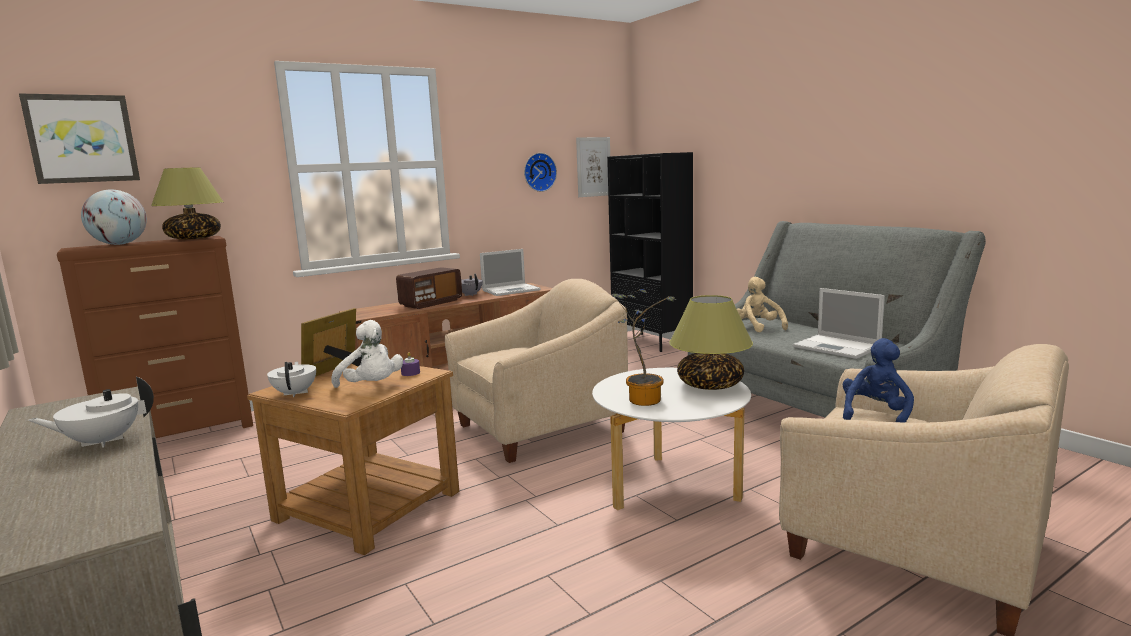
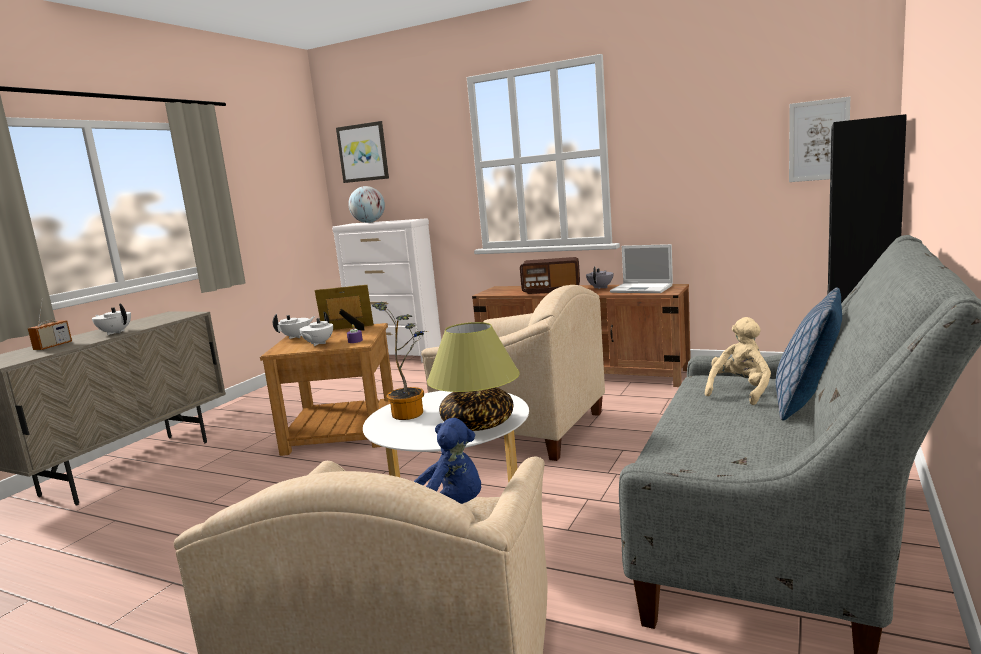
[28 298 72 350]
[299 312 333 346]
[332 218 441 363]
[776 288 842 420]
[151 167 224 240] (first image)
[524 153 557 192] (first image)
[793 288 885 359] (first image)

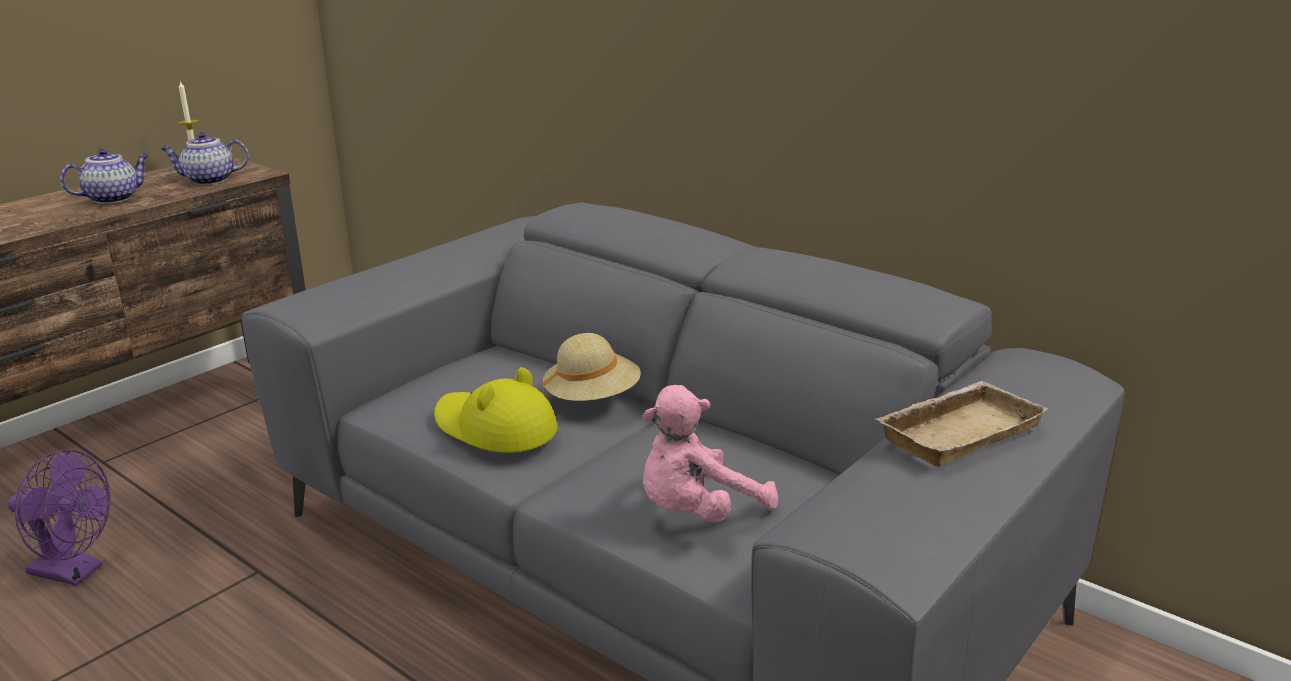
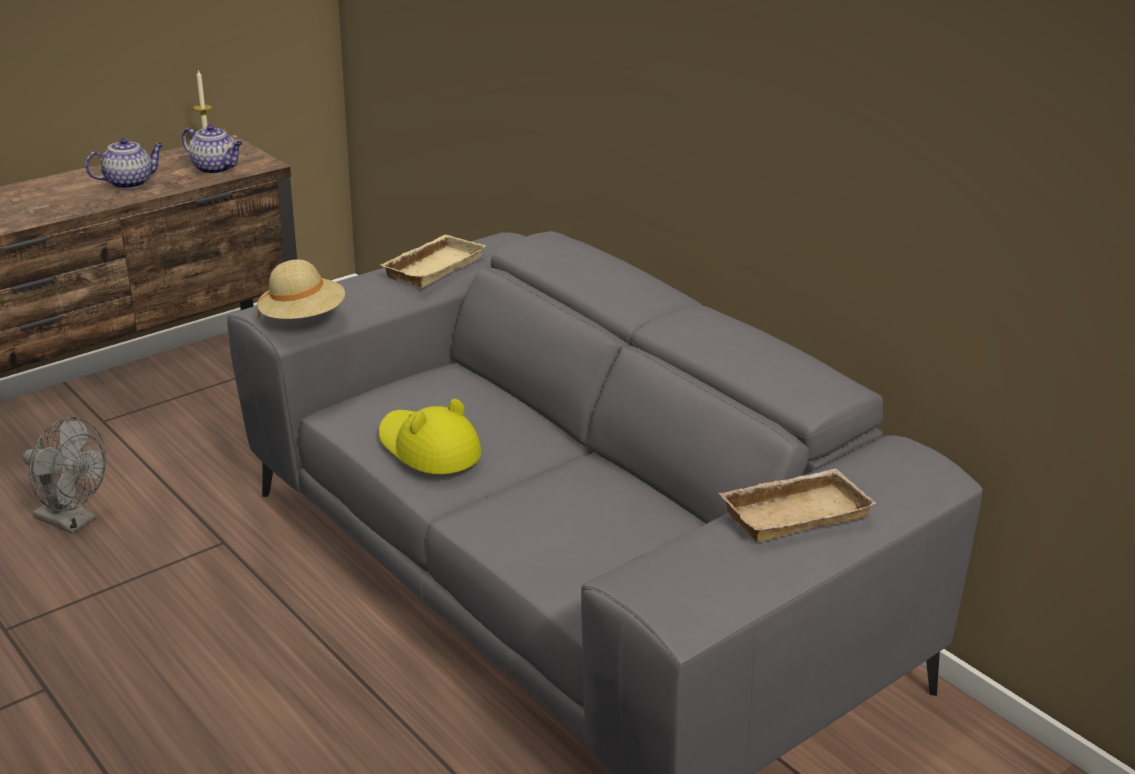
[23 417 107 534]
[182 124 243 174]
[257 259 345 319]
[380 235 486 288]
[642 385 778 522] (first image)

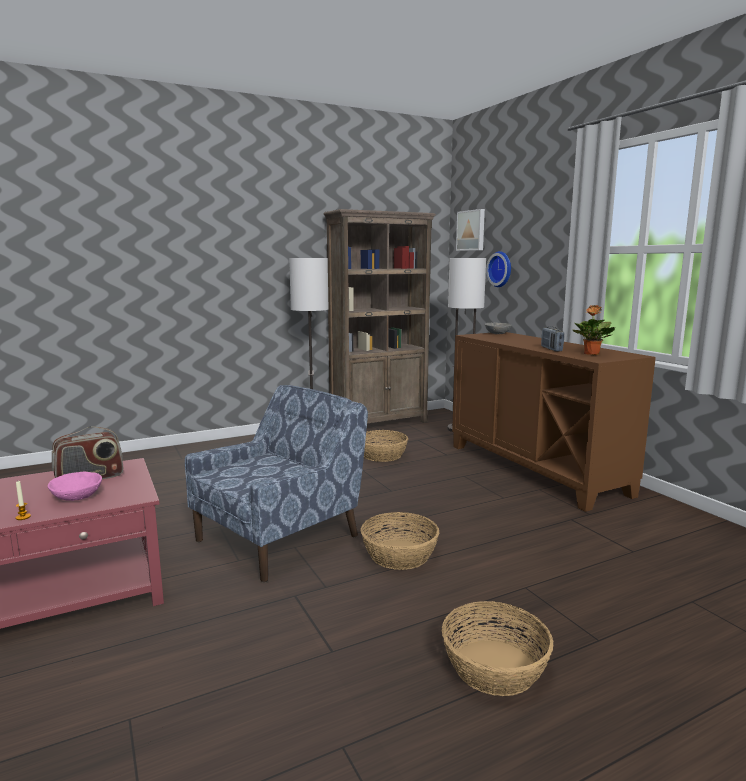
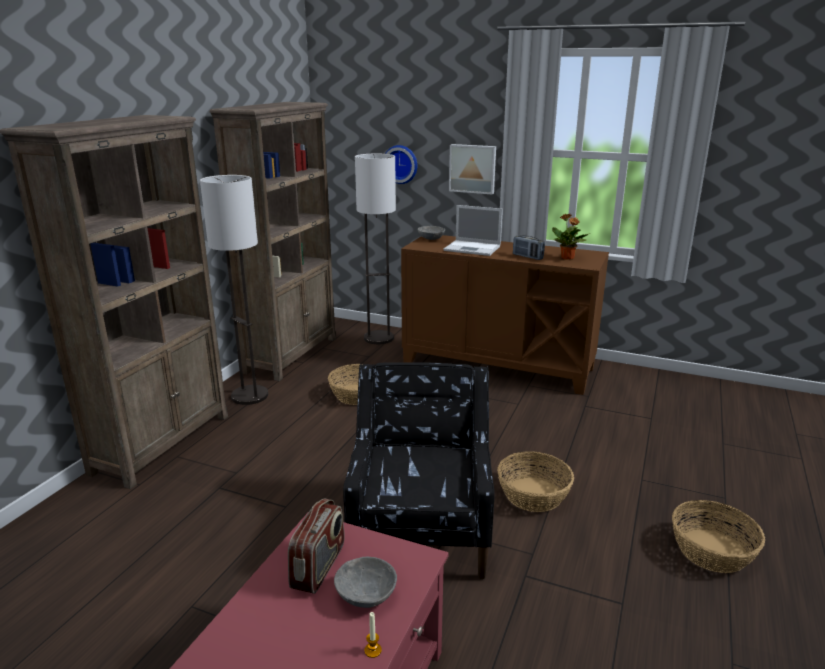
[0 115 228 489]
[334 557 397 608]
[343 362 495 580]
[444 205 503 256]
[449 144 496 194]

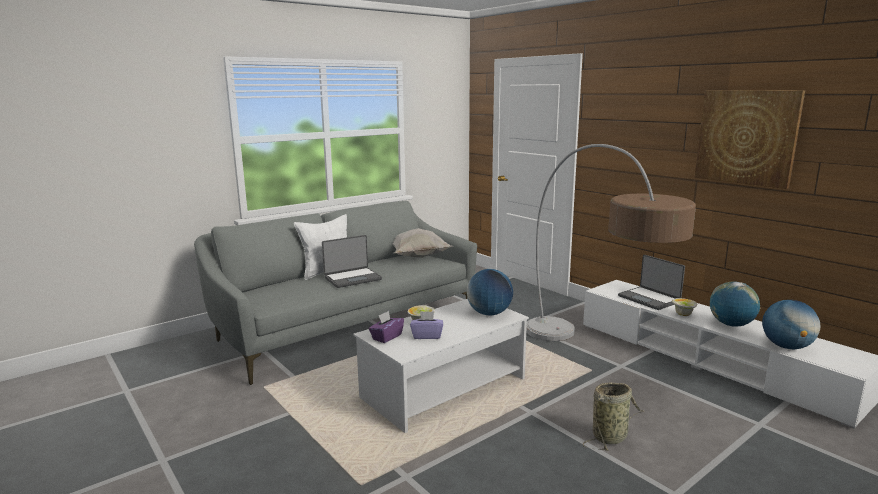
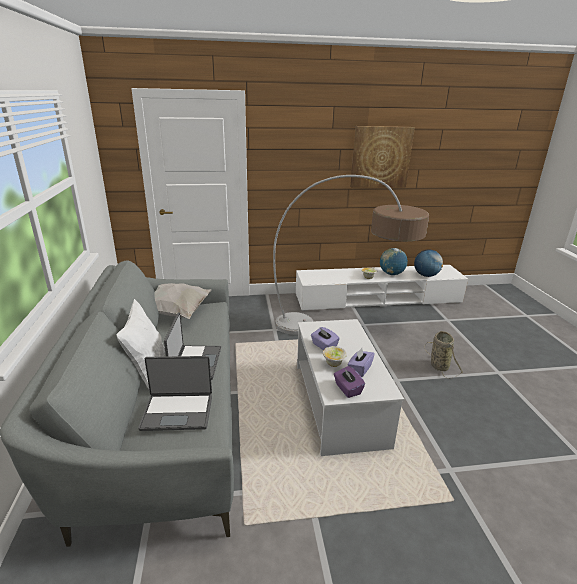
[138 356 212 431]
[311 327 340 351]
[467 269 513 315] (first image)

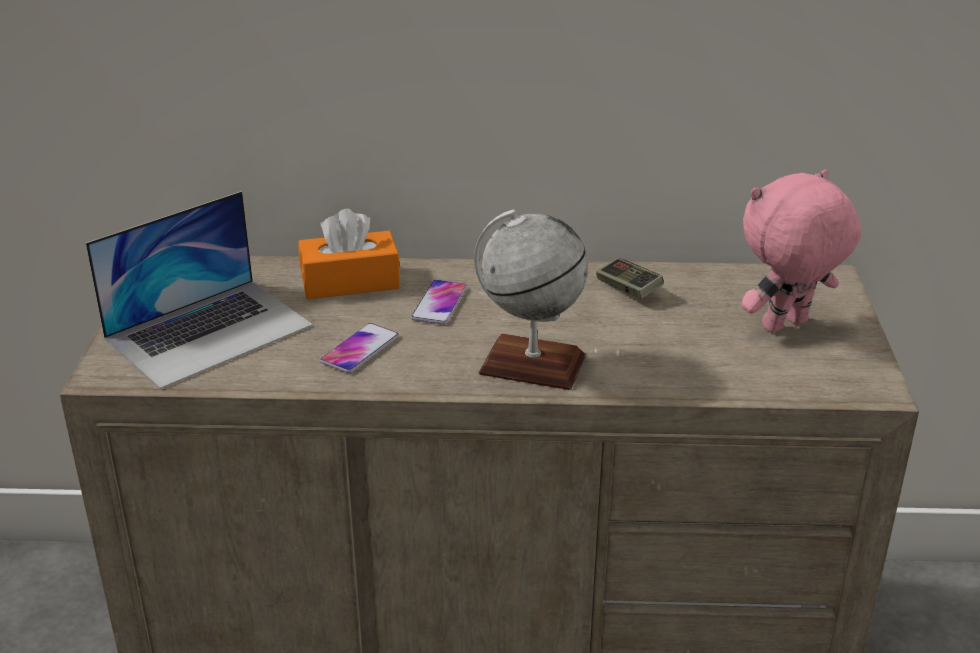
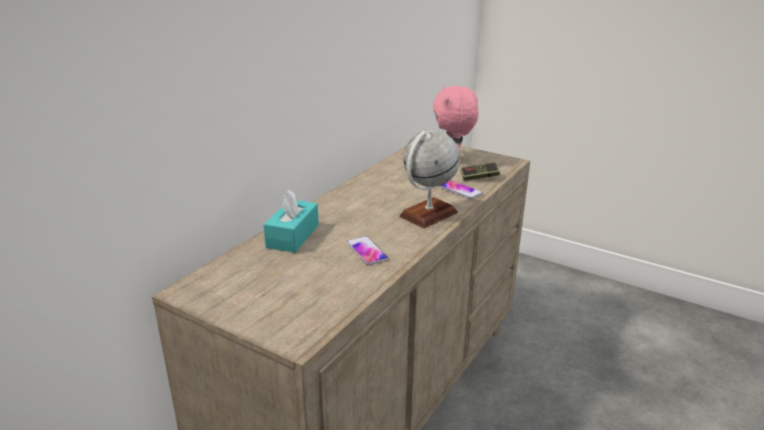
[264 190 319 253]
[439 180 483 199]
[461 162 500 181]
[86 191 313 389] (first image)

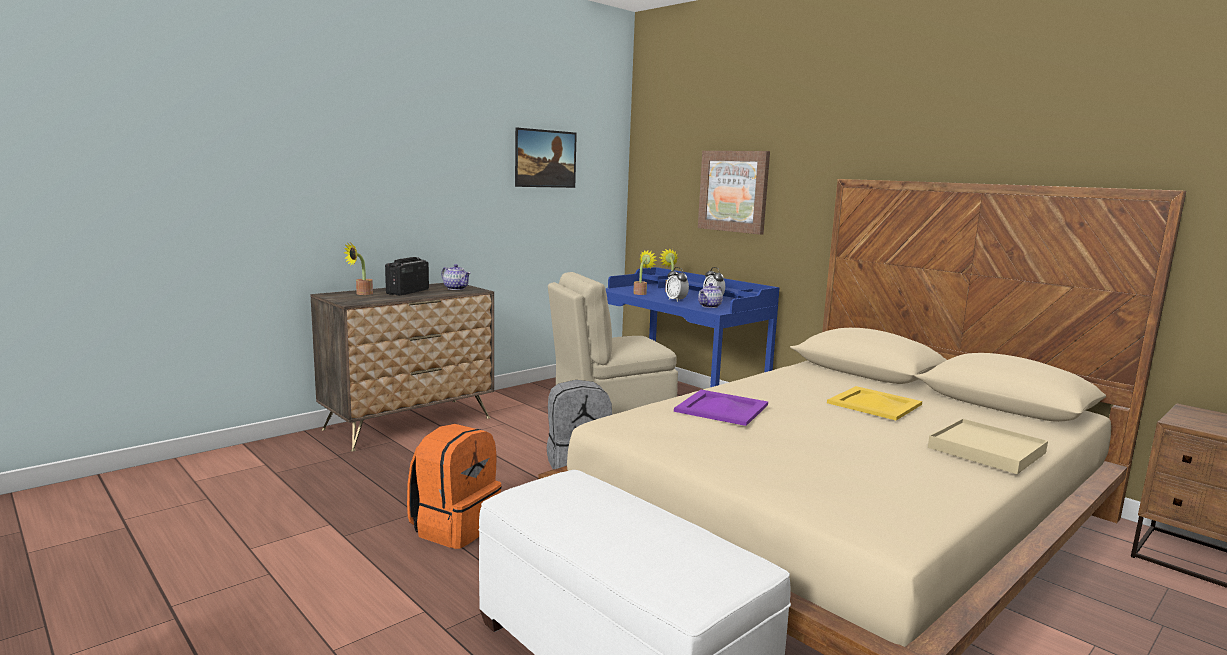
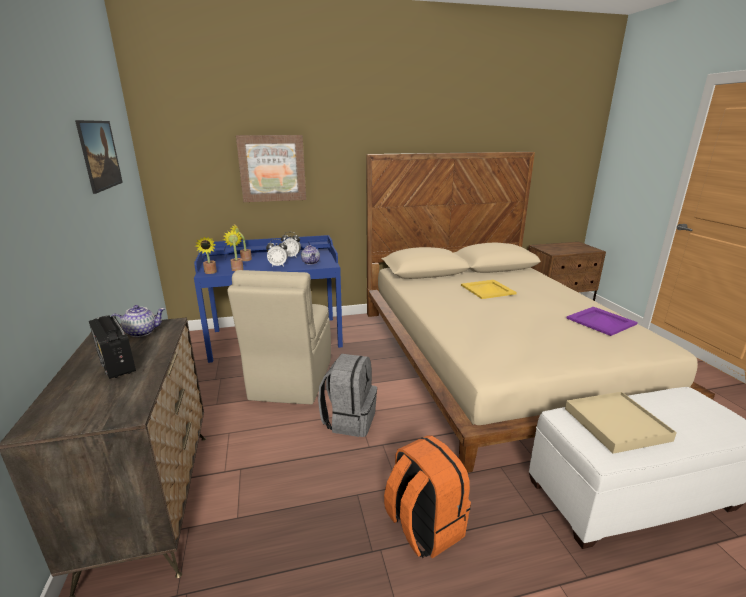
[195 237 217 274]
[565 392 677 454]
[566 307 638 336]

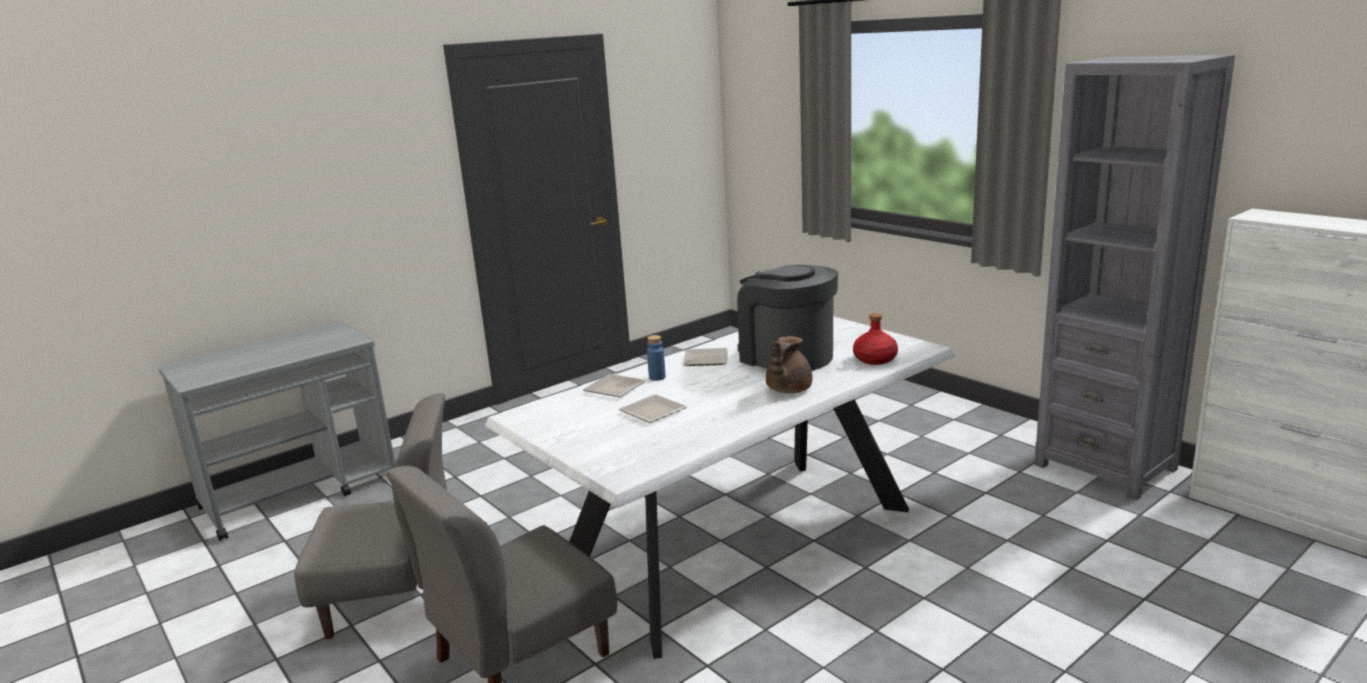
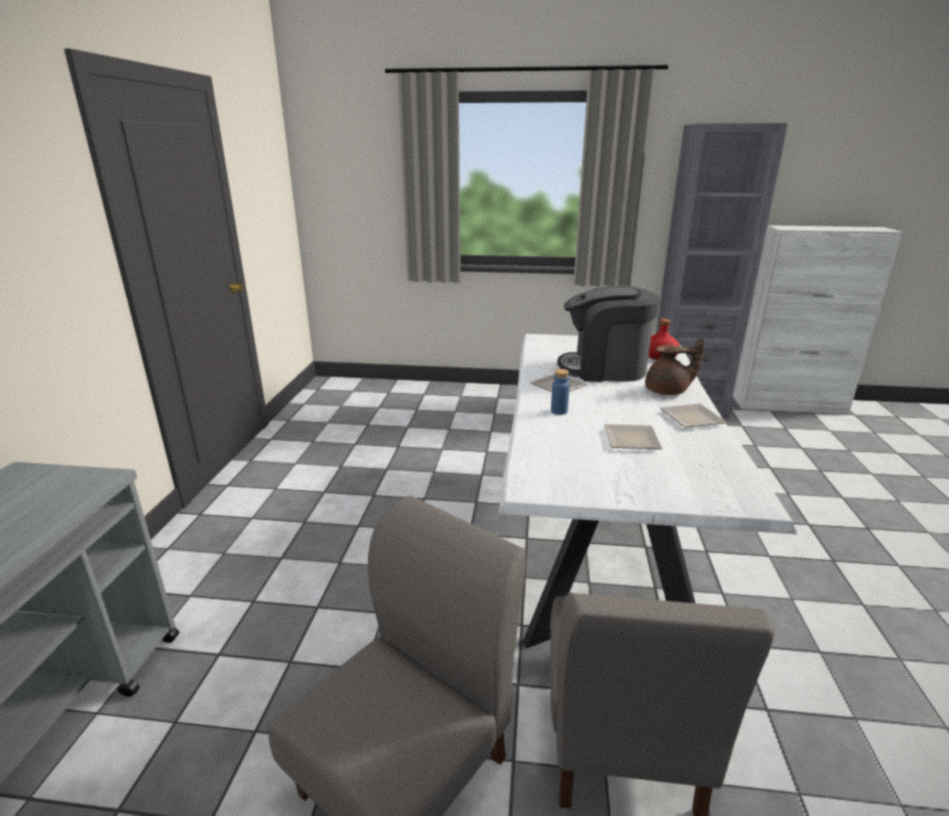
[645 338 705 395]
[661 404 727 428]

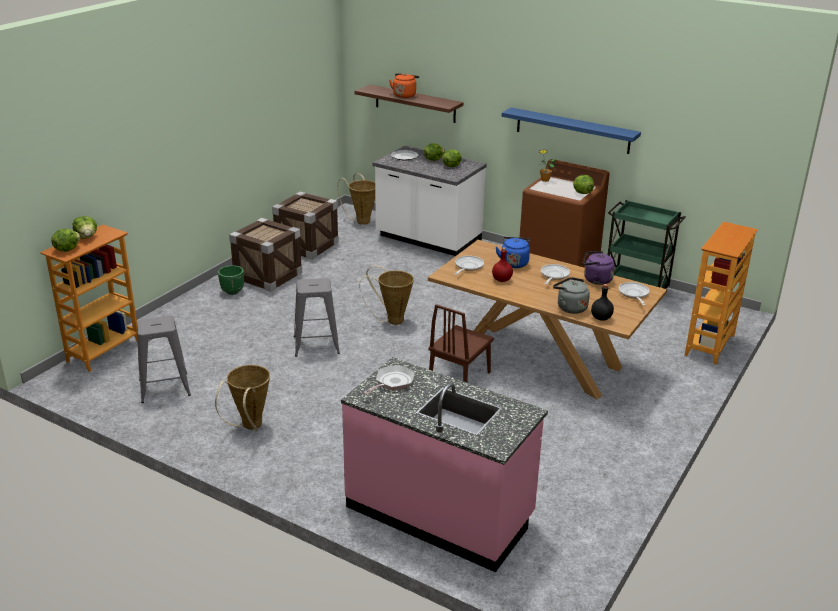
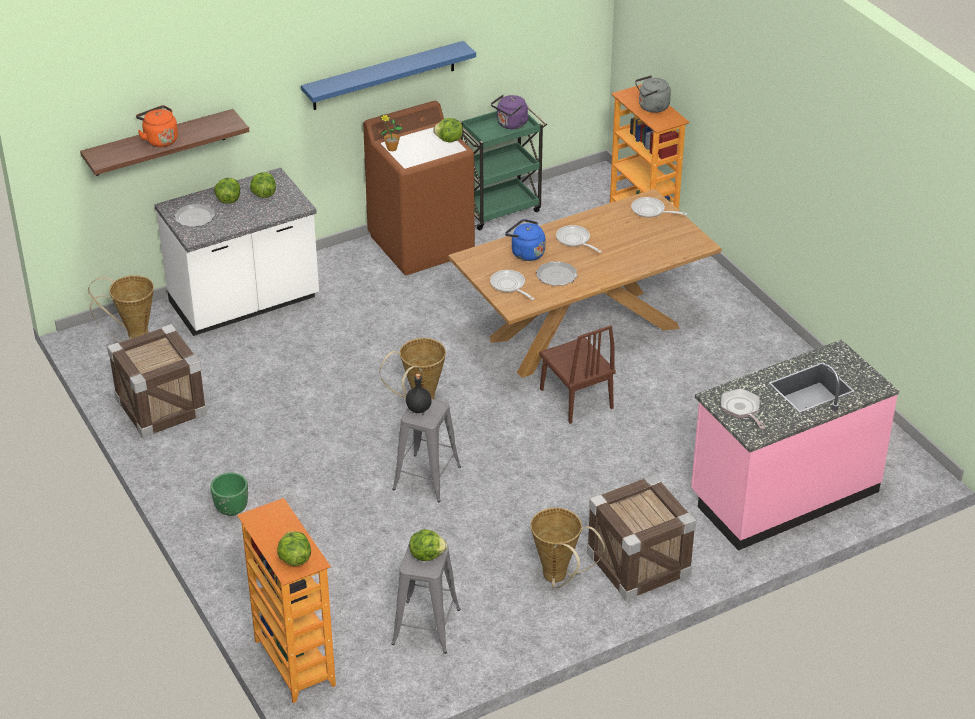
[406 374 432 413]
[409 529 447 561]
[491 95 529 129]
[536 261 577 286]
[587 474 696 601]
[635 75 671 113]

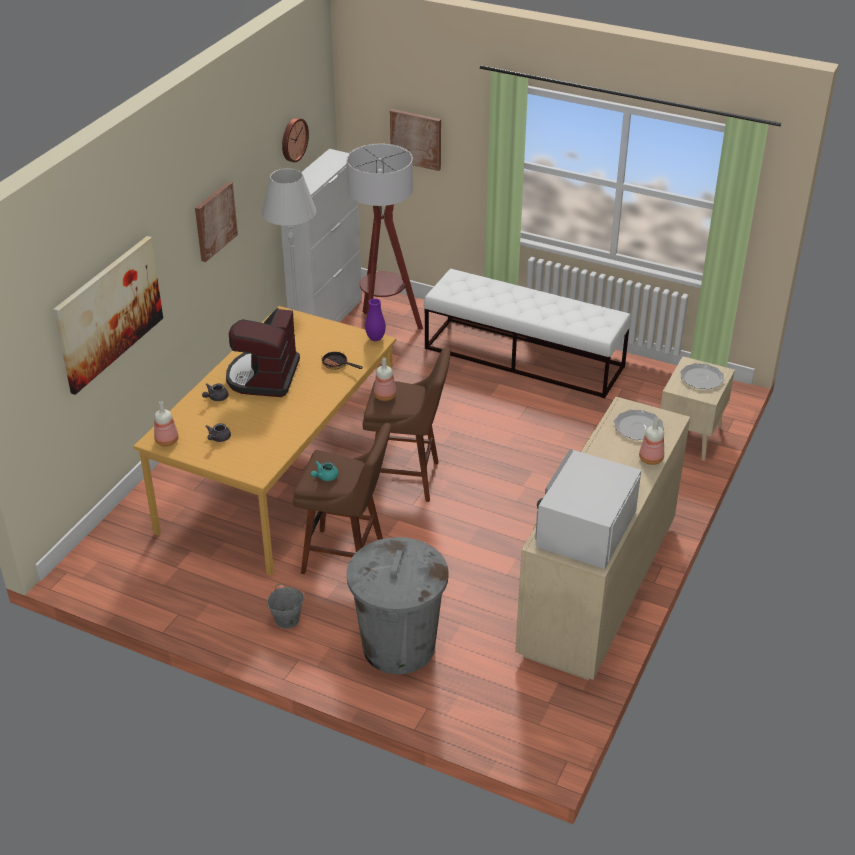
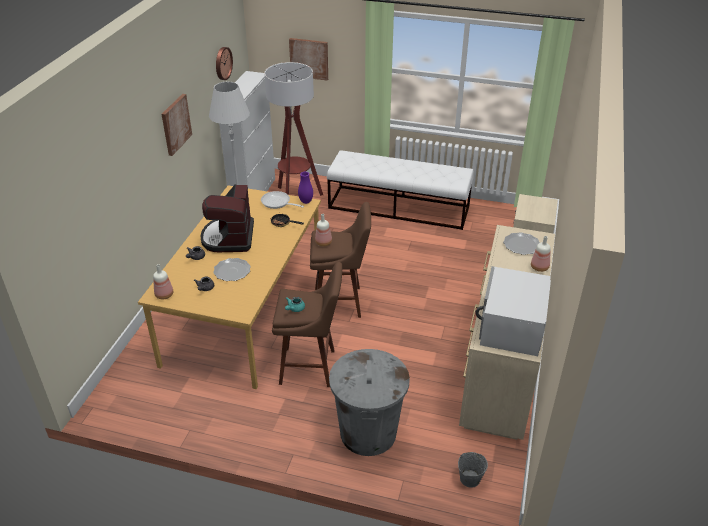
[213 258 251 281]
[261 191 304 209]
[458 452 488 488]
[53 236 163 395] (first image)

